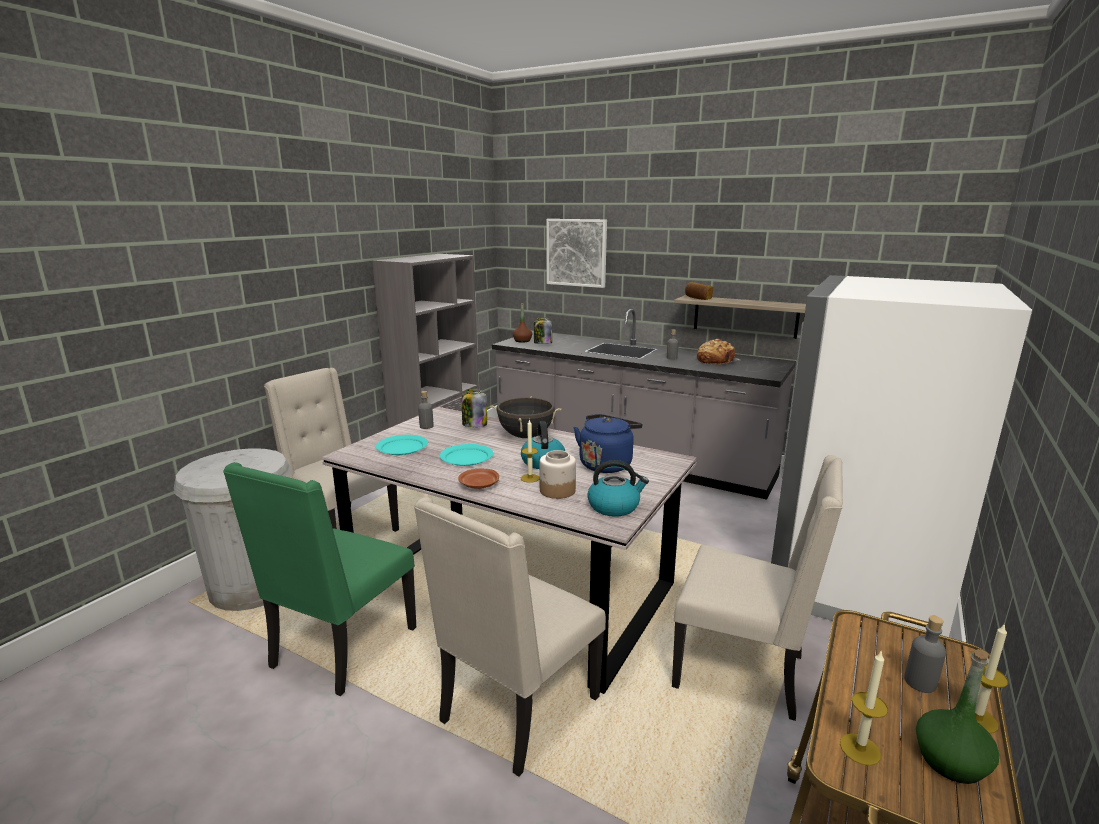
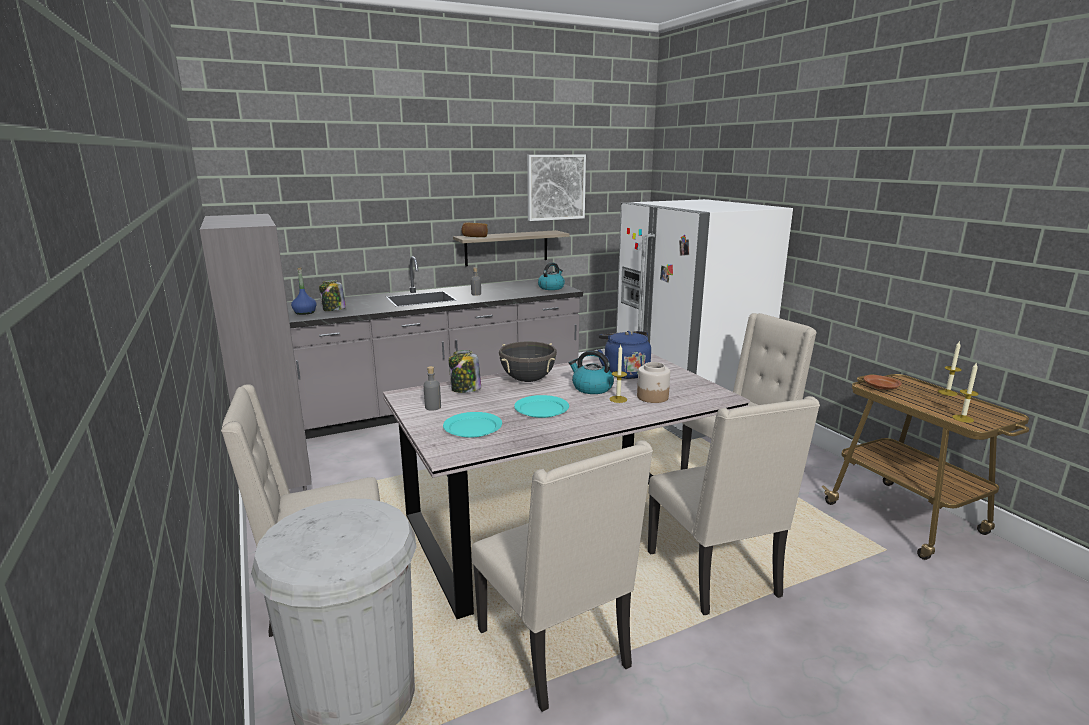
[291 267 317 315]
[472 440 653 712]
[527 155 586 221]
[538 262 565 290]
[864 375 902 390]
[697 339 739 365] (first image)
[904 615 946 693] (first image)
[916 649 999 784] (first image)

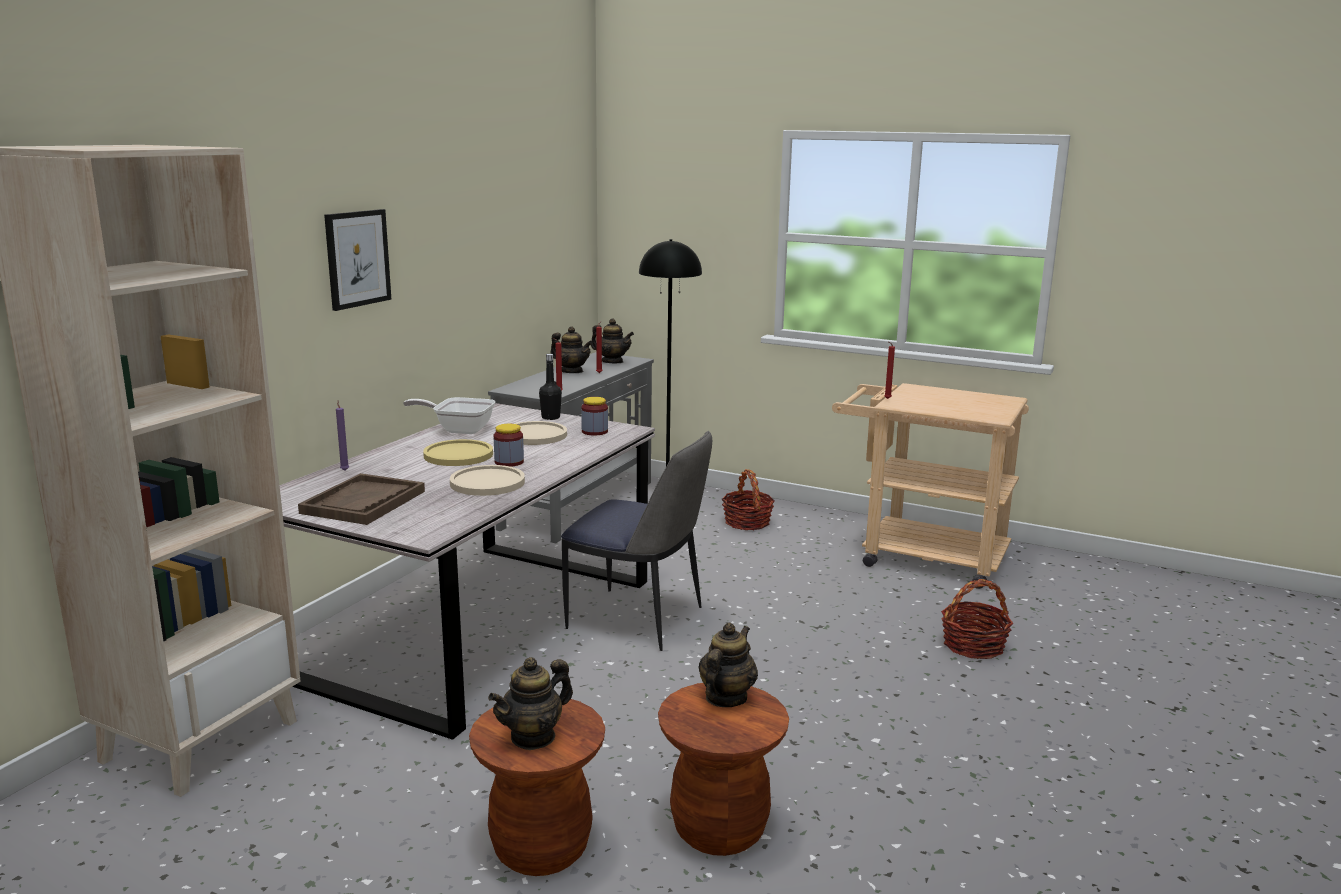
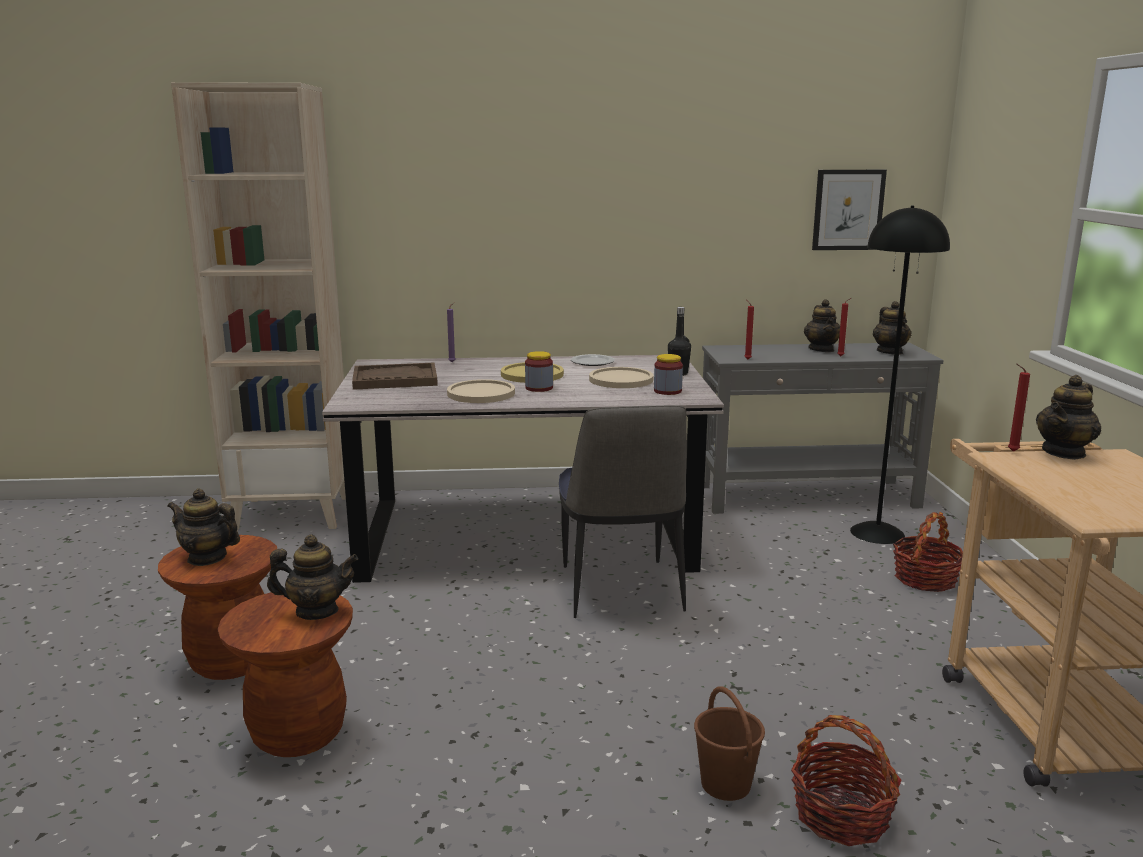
[571 354 615 366]
[694 686 765 801]
[812 170 887 250]
[1036 375 1101 460]

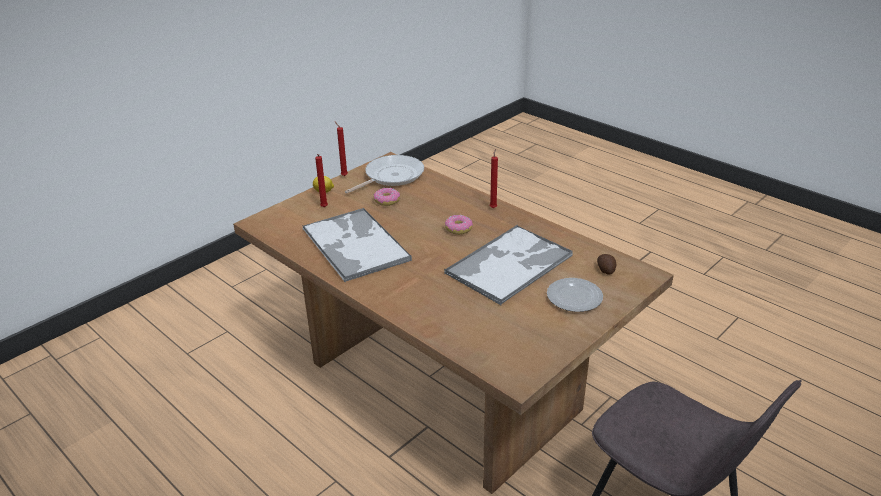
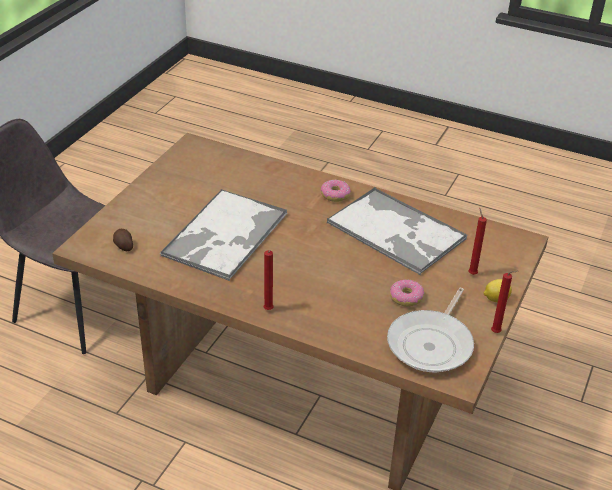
[321 180 351 202]
[547 278 603 312] (first image)

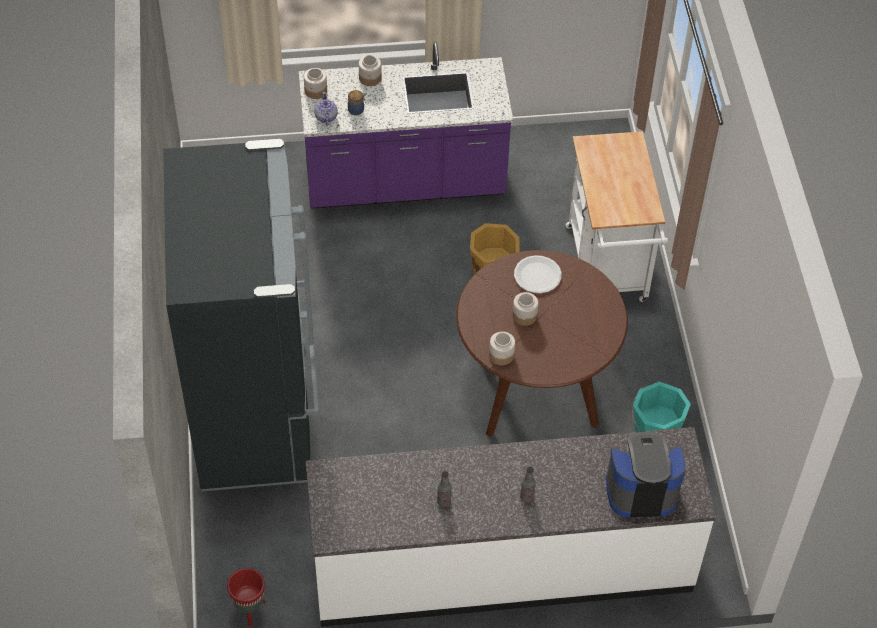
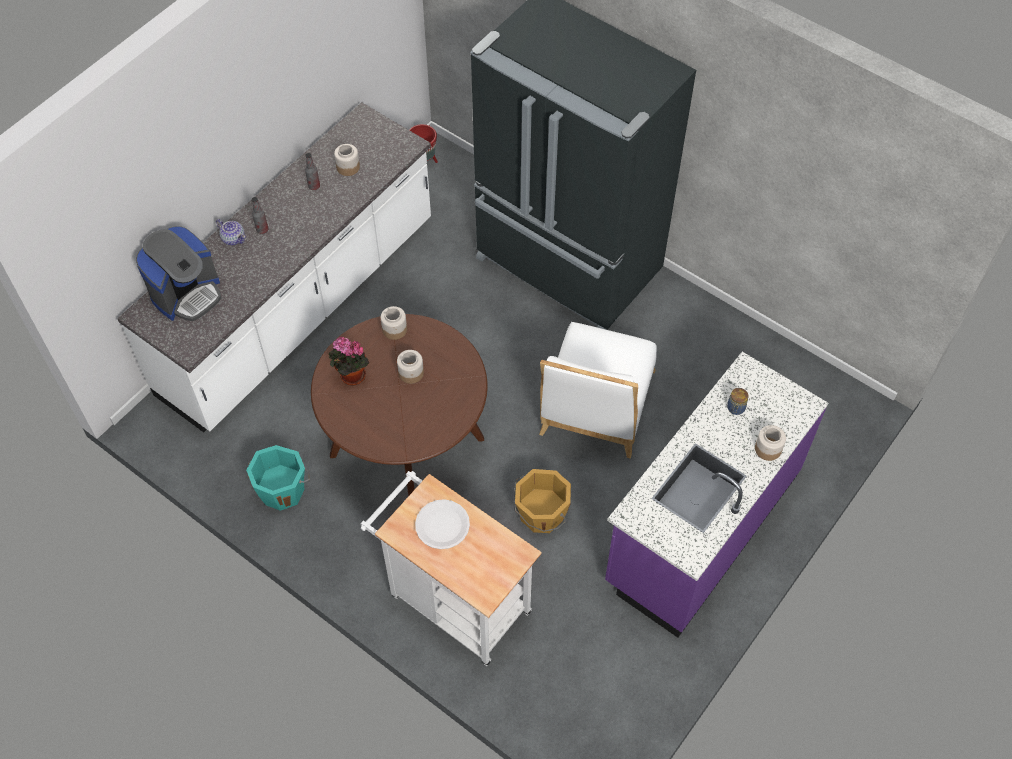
[216 219 246 245]
[328 336 369 386]
[334 144 360 176]
[415 499 470 549]
[539 322 657 458]

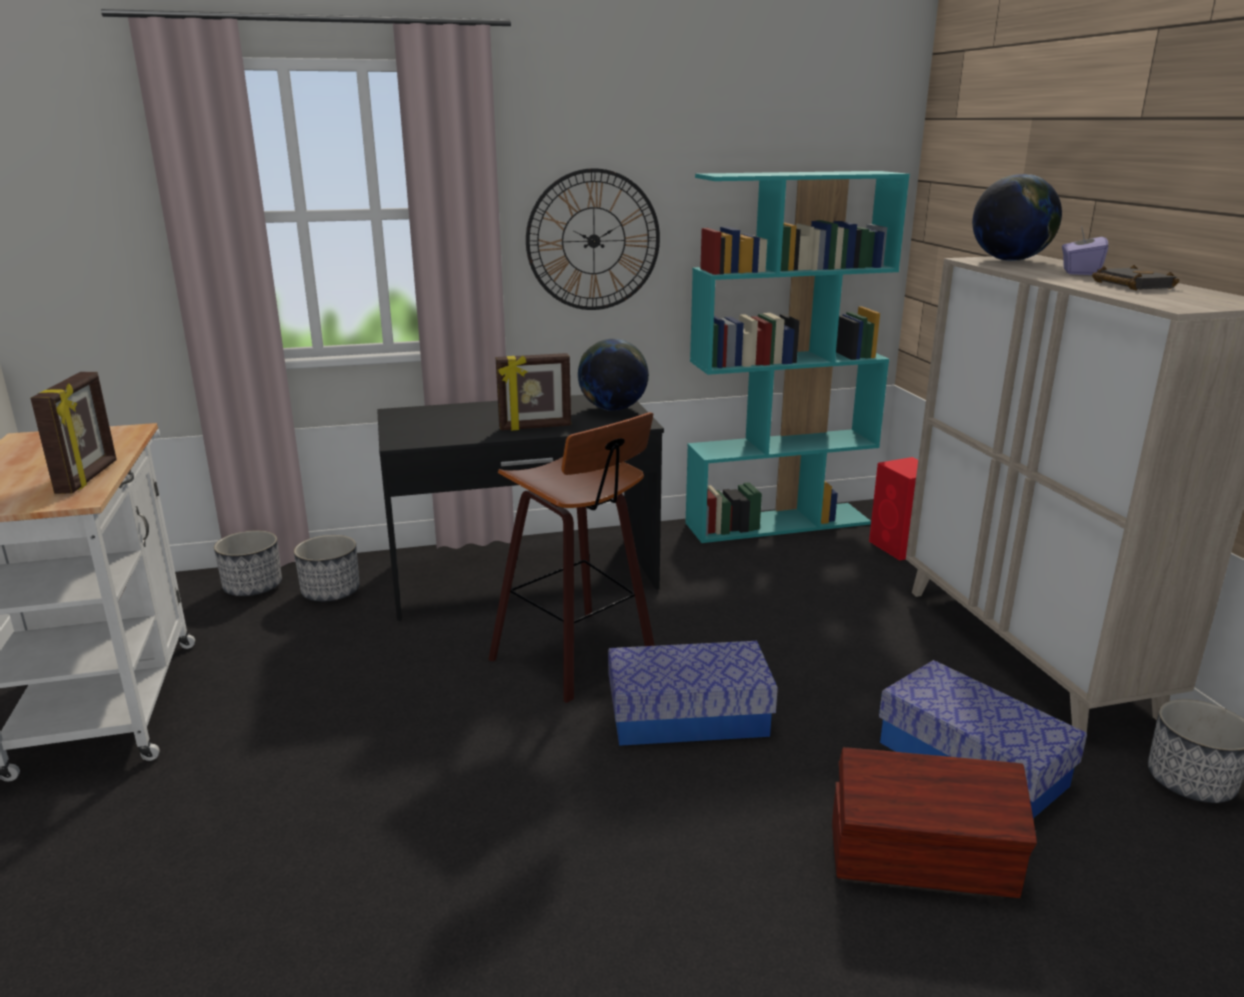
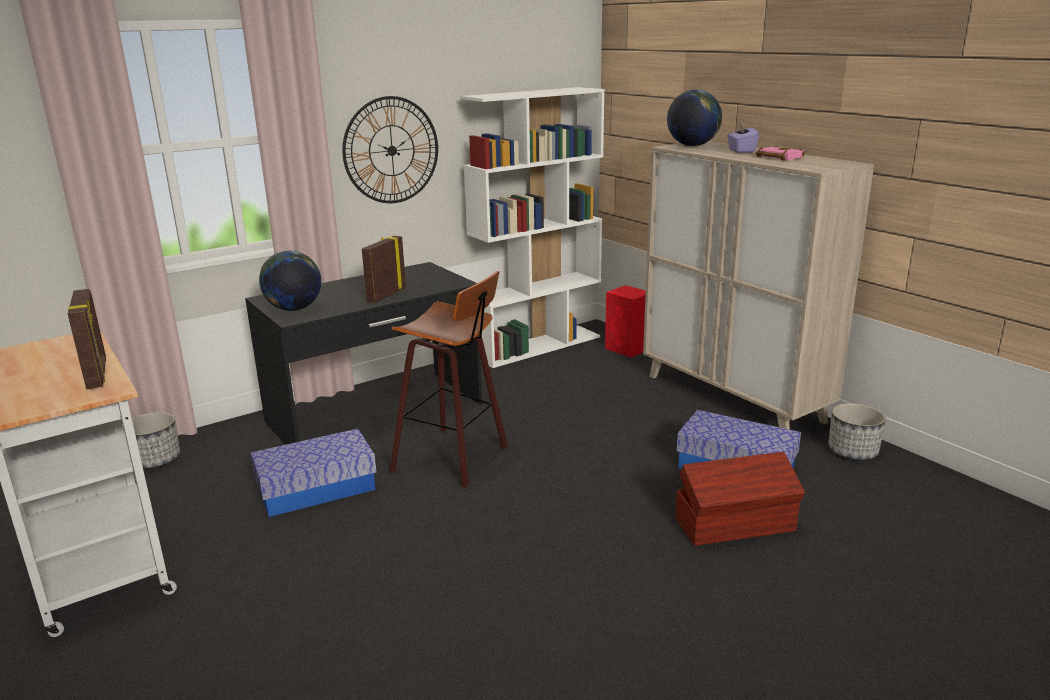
[251 429 376 517]
[259 250 321 311]
[362 236 406 303]
[460 87 605 368]
[756 145 805 161]
[294 535 360 602] (first image)

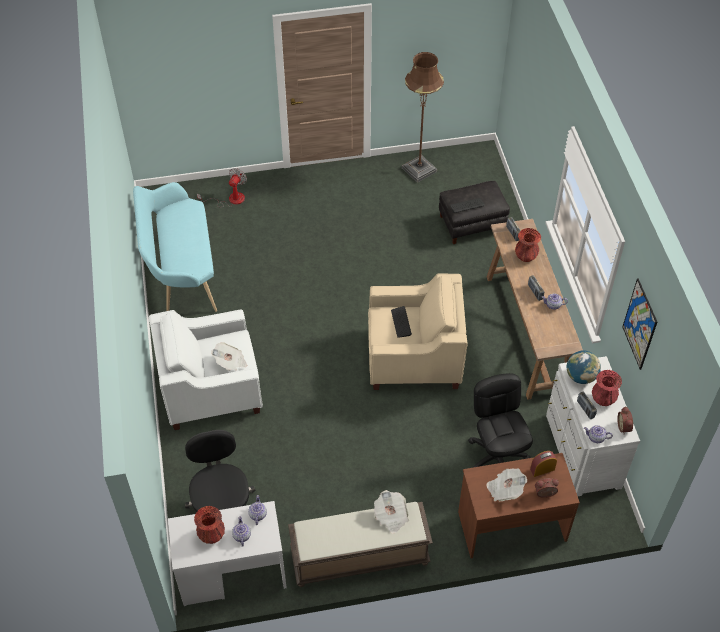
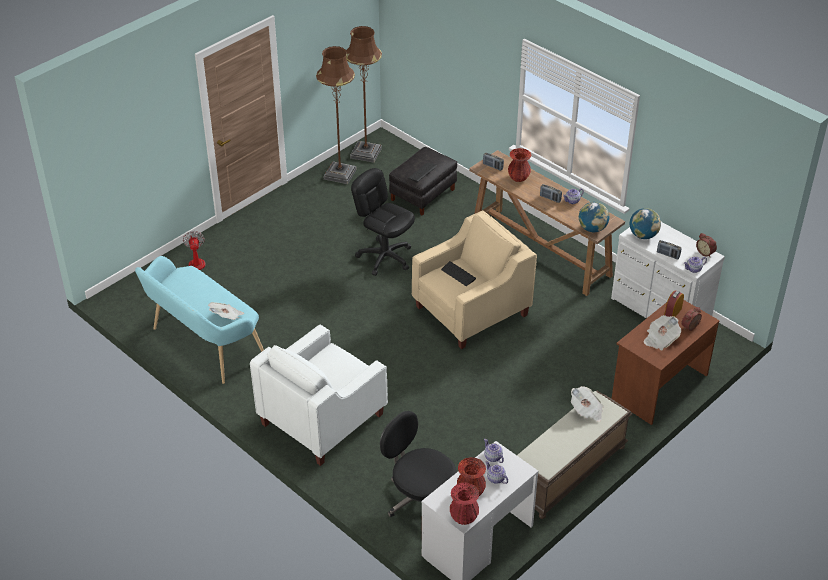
[208 302 244 320]
[346 26 382 163]
[351 168 415 276]
[450 483 479 525]
[579 202 609 232]
[622 278 657 370] (first image)

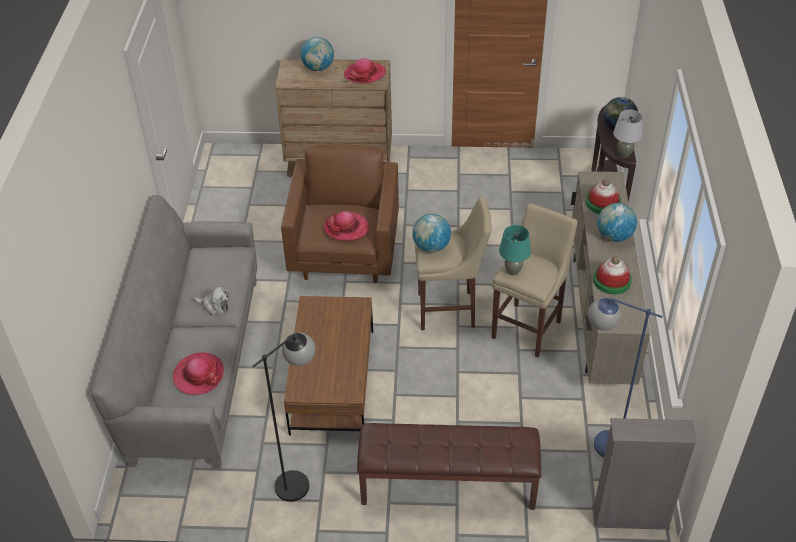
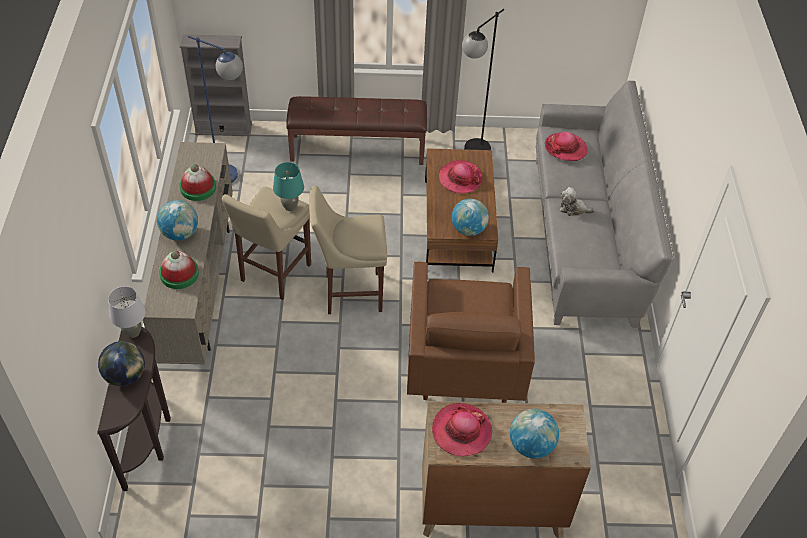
[439 160 483 193]
[452 199 489 236]

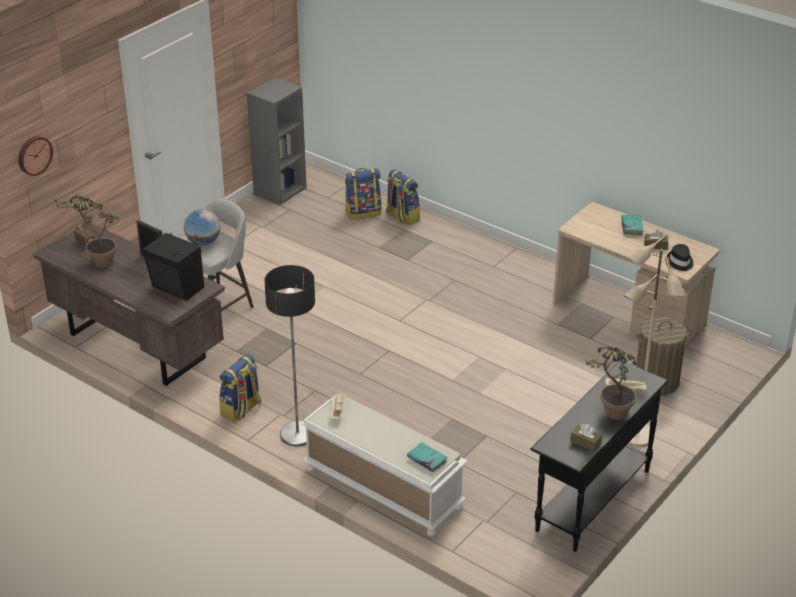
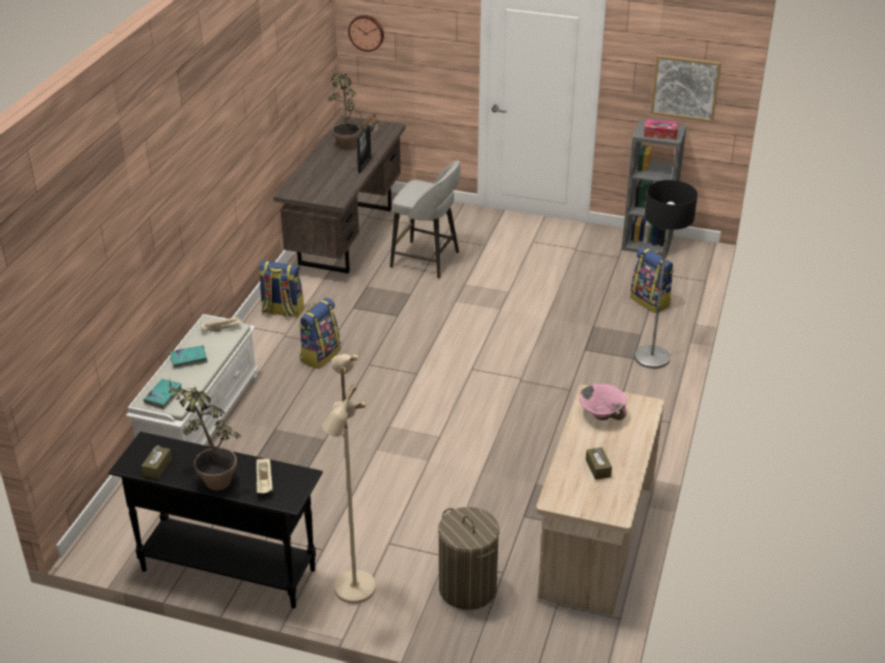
[170 345 208 369]
[299 298 340 369]
[579 384 627 420]
[634 180 698 369]
[644 119 678 140]
[651 54 721 122]
[143 233 204 301] (first image)
[184 209 221 246] (first image)
[667 244 694 271] (first image)

